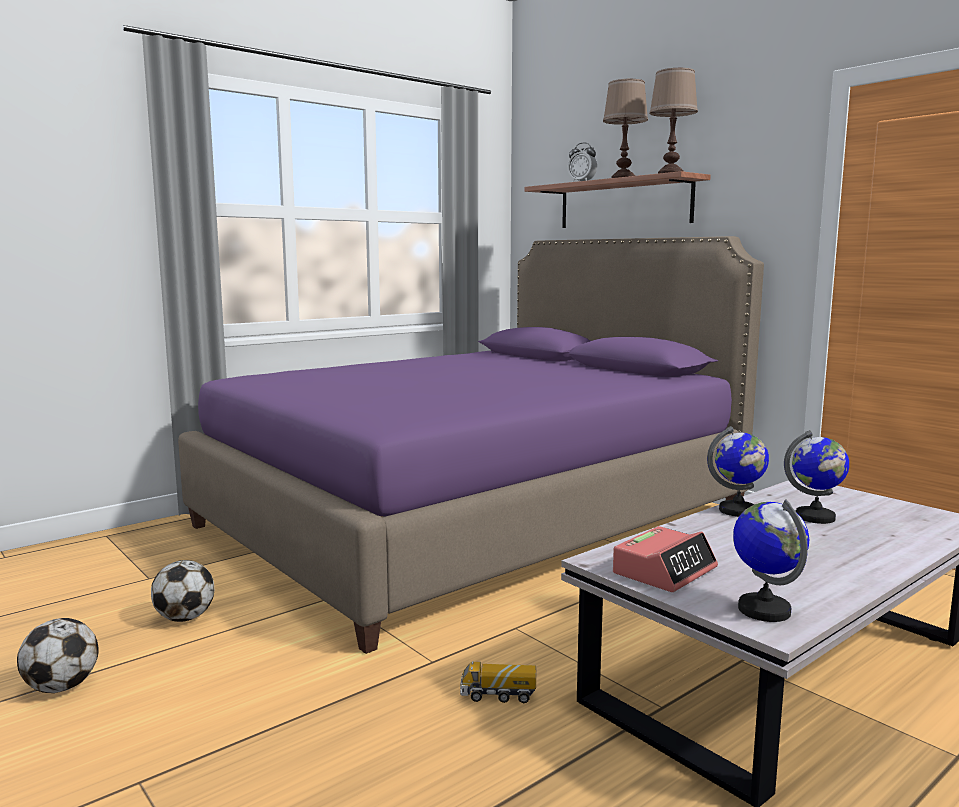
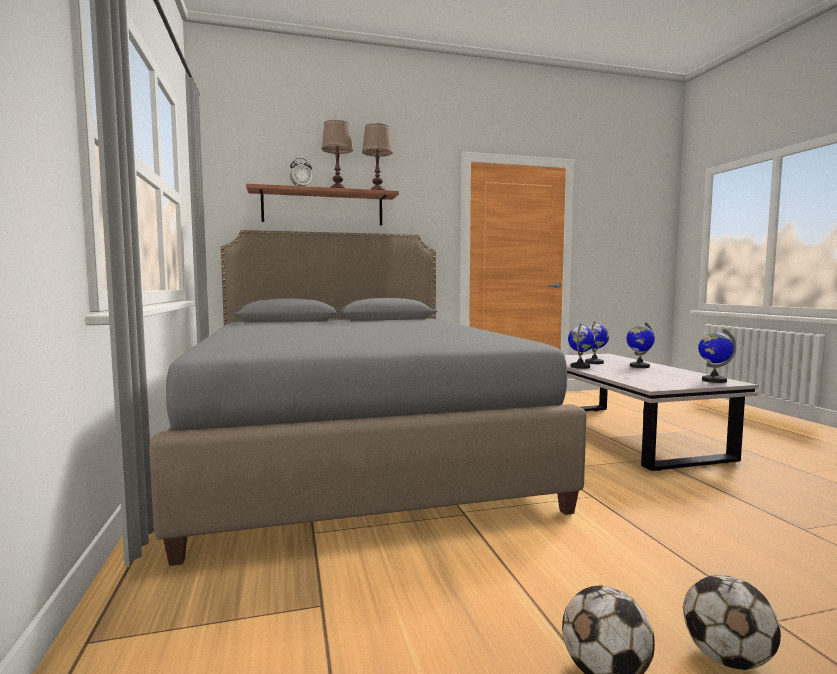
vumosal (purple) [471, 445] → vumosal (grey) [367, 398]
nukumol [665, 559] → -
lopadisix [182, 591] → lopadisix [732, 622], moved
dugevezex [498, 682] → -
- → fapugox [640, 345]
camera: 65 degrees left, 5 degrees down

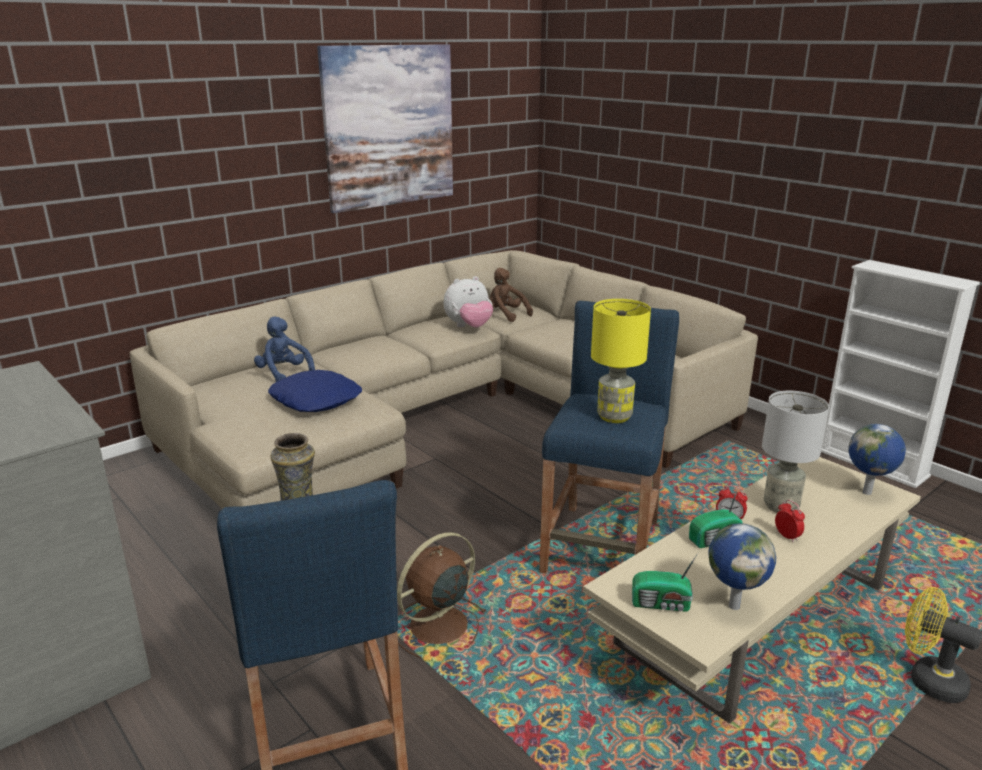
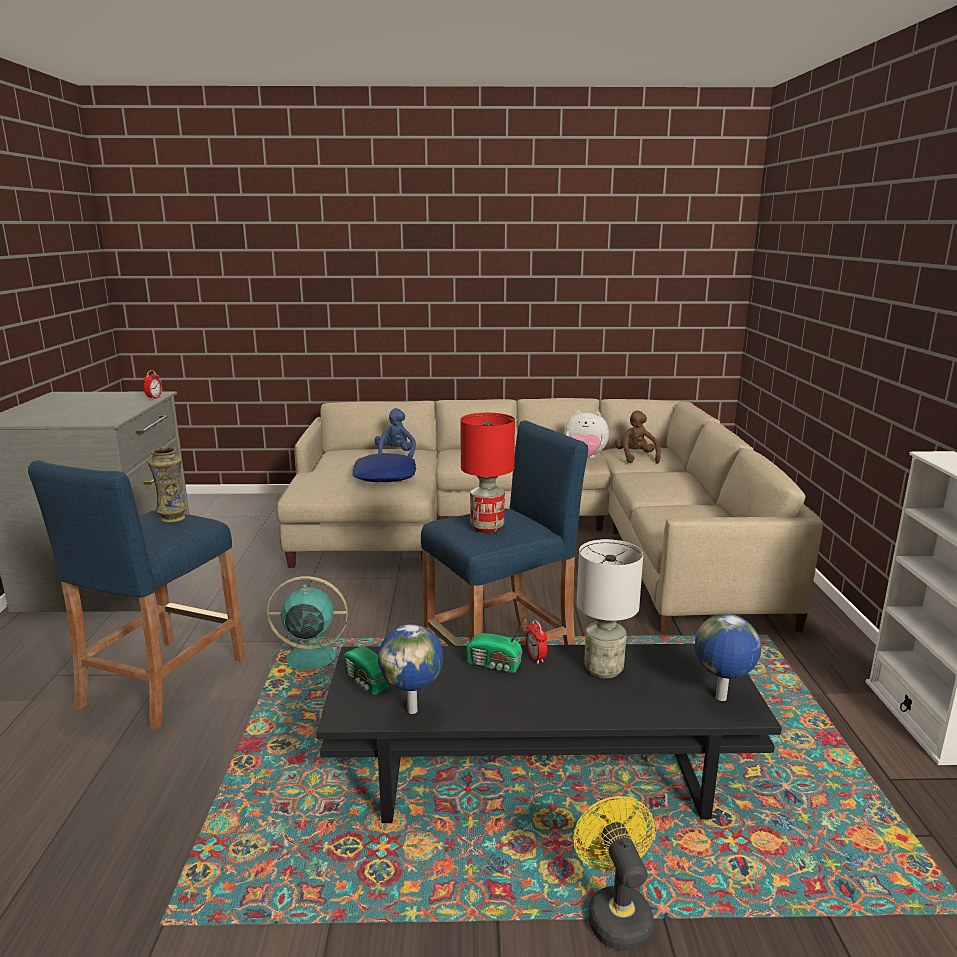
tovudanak [385, 128] → -
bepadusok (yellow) [621, 361] → bepadusok (red) [487, 473]
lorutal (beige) [752, 590] → lorutal (black) [549, 733]
nukumol [790, 521] → nukumol [152, 385], moved
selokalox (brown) [442, 595] → selokalox (turquoise) [307, 627]
camera: 40 degrees right, 5 degrees down

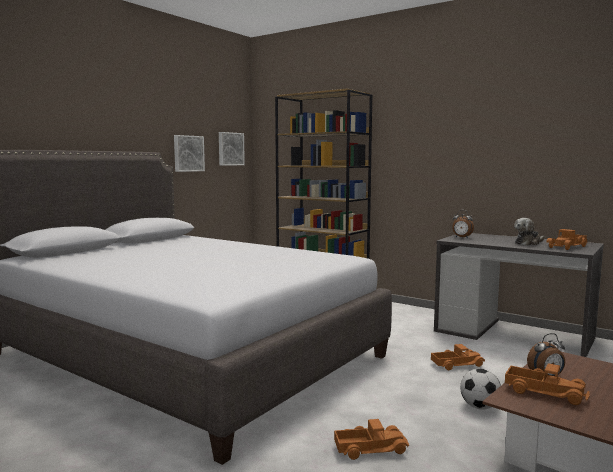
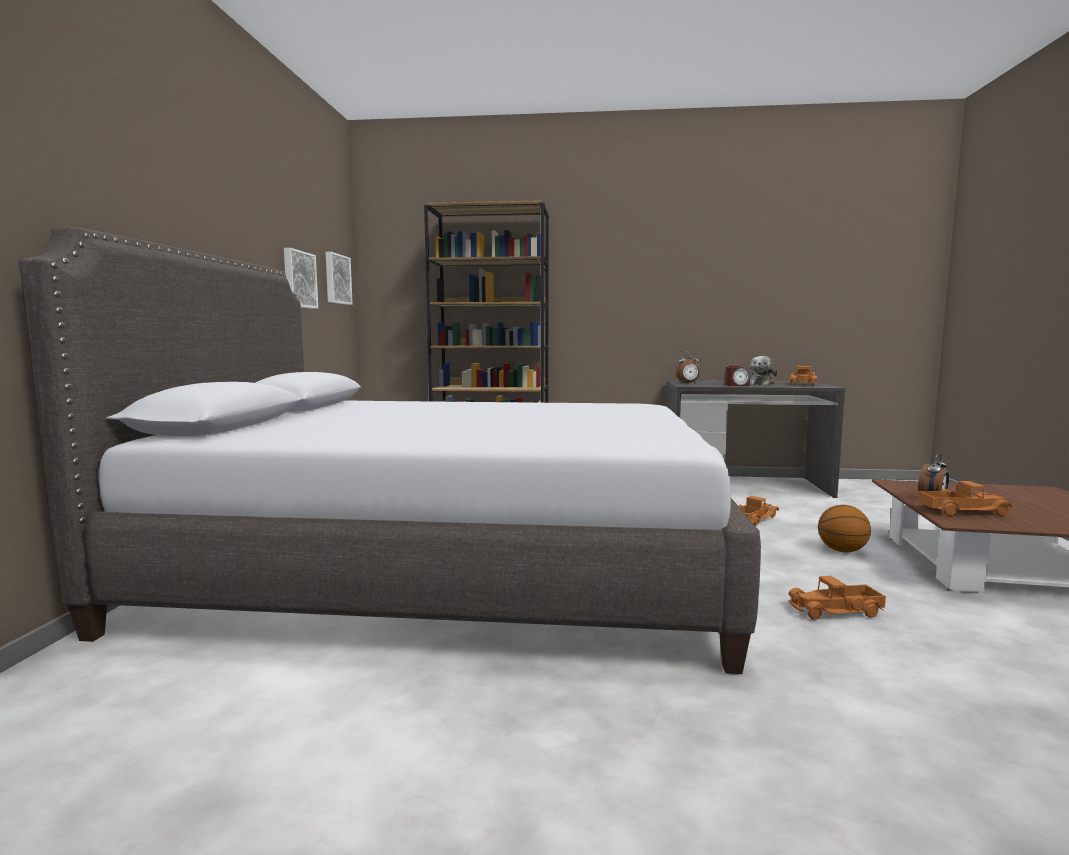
lopadisix [480, 389] → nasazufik [844, 528]
dugevezex [371, 439] → dugevezex [837, 598], 150 degrees counterclockwise
- → nukumol [737, 376]
camera: 30 degrees left, 0 degrees up

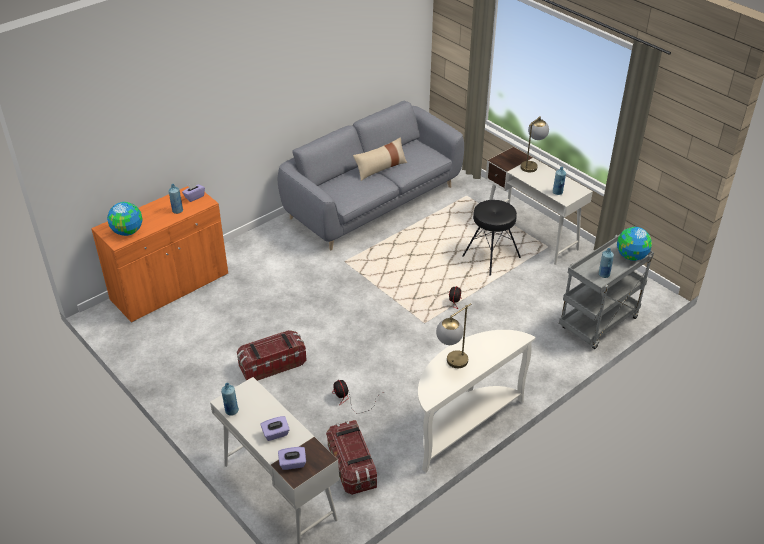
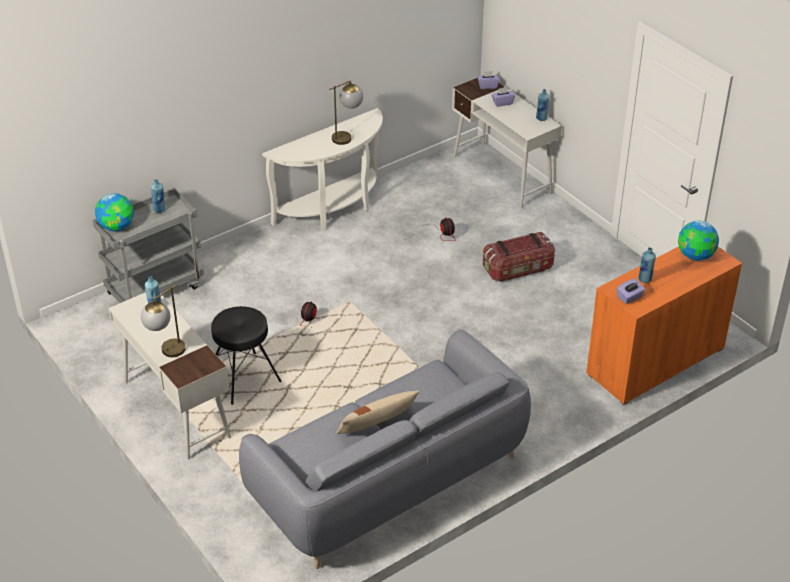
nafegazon [351, 457] → -
camera: 175 degrees left, 0 degrees up

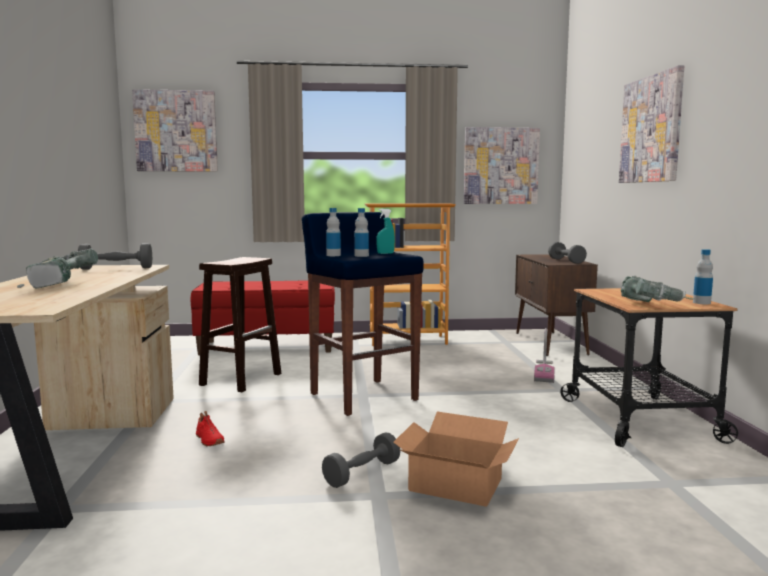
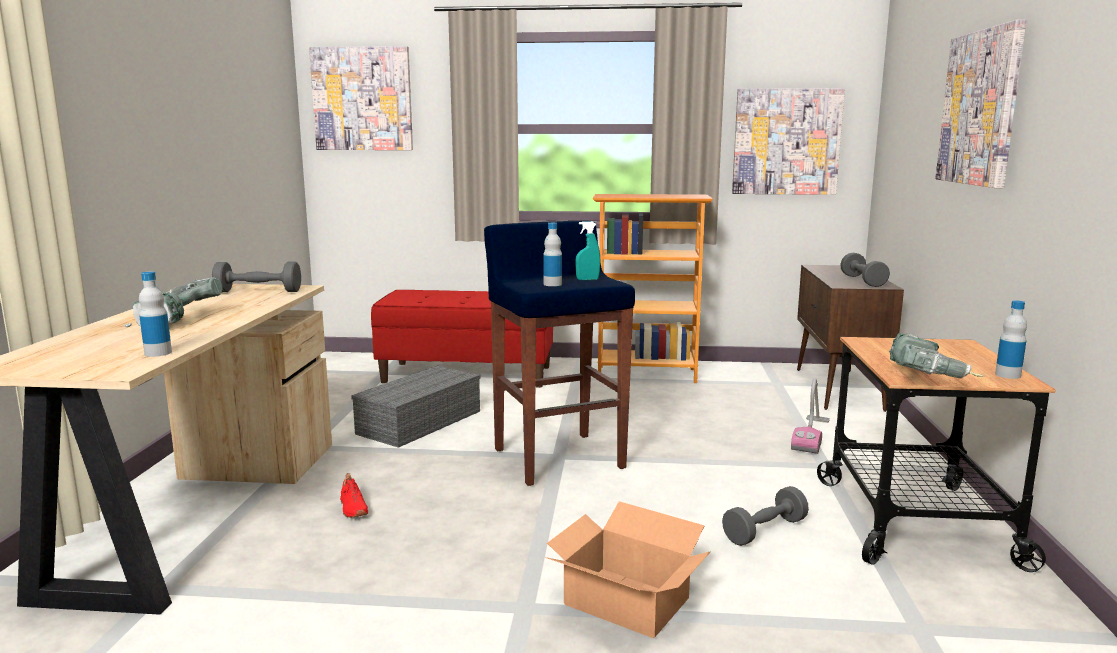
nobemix [333, 232] → nobemix [155, 314], moved
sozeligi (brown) [240, 324] → nafegazon (grey) [416, 407]
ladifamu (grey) [361, 460] → ladifamu (grey) [765, 516], moved
camera: 10 degrees right, 5 degrees up

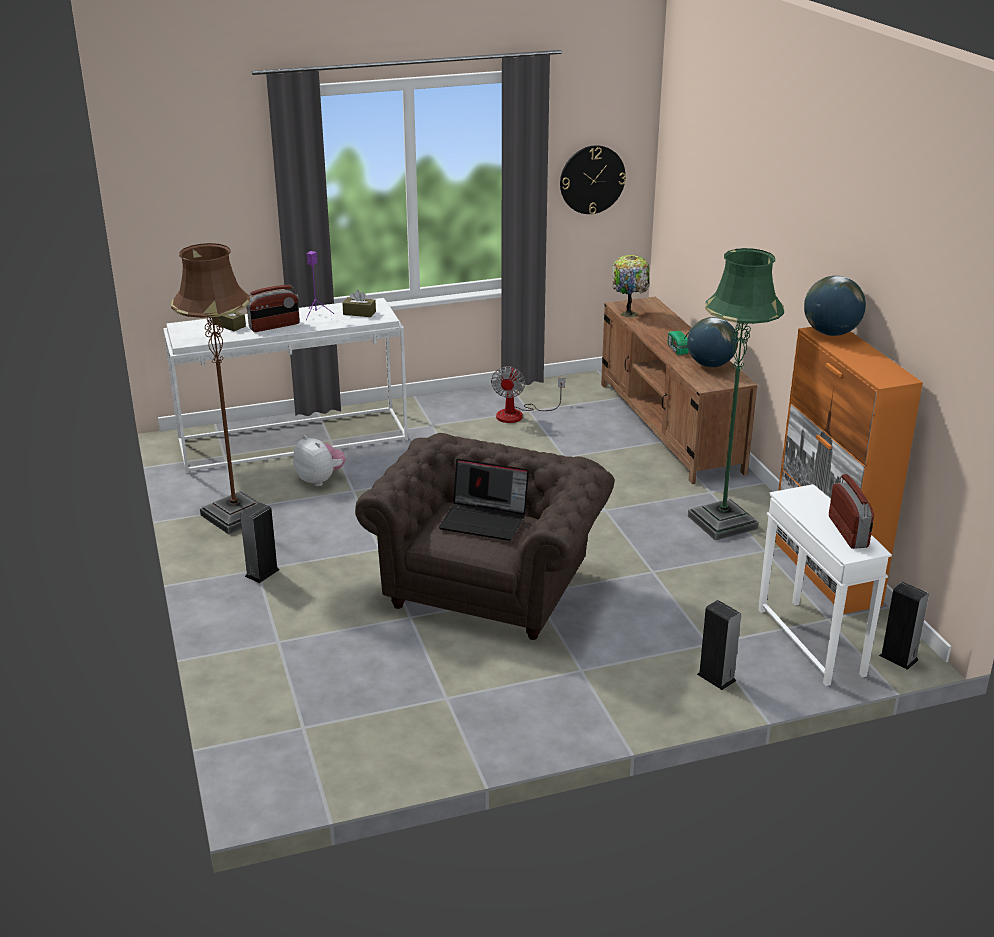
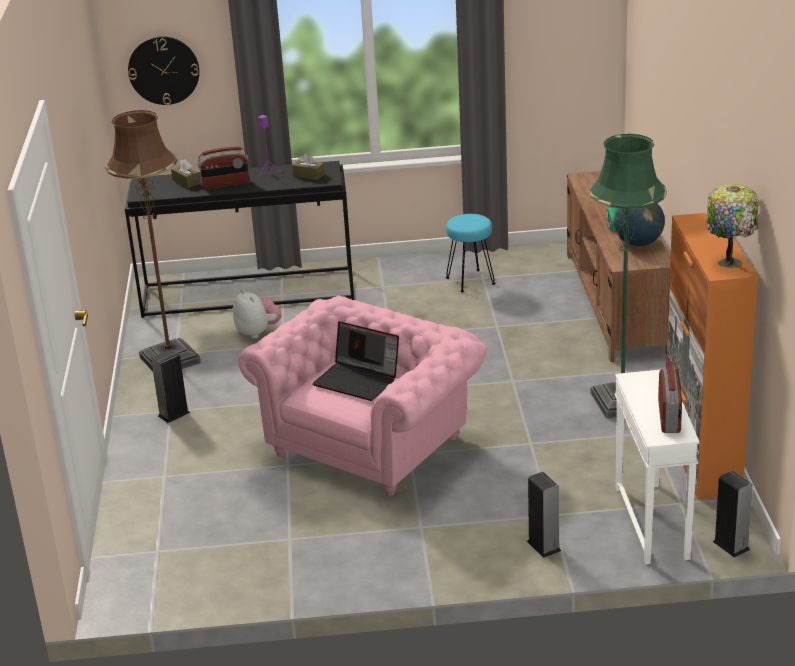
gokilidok [593, 179] → gokilidok [163, 70], moved
bepadusok [630, 286] → bepadusok [732, 226], moved
fapugox [835, 306] → -
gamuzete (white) [285, 385] → gamuzete (black) [239, 239]
selokalox [528, 394] → sozeligi (turquoise) [470, 253]
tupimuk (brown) [485, 536] → tupimuk (pink) [363, 396]
camera: 15 degrees right, 0 degrees up

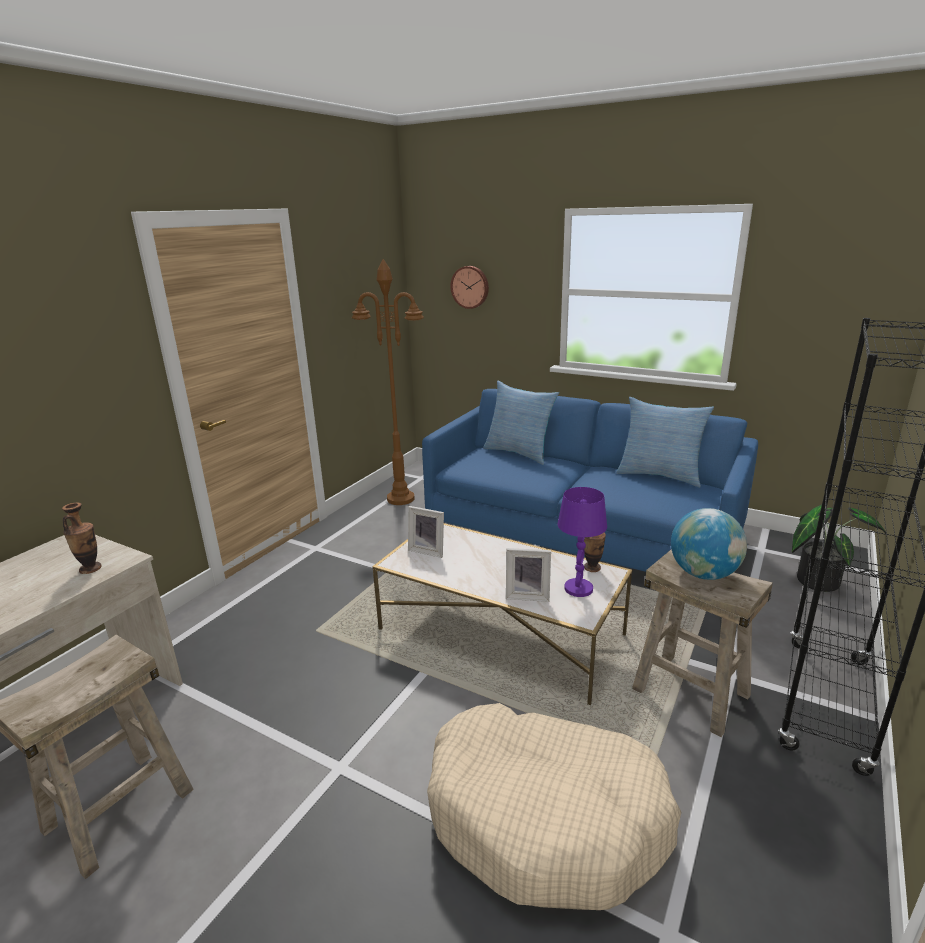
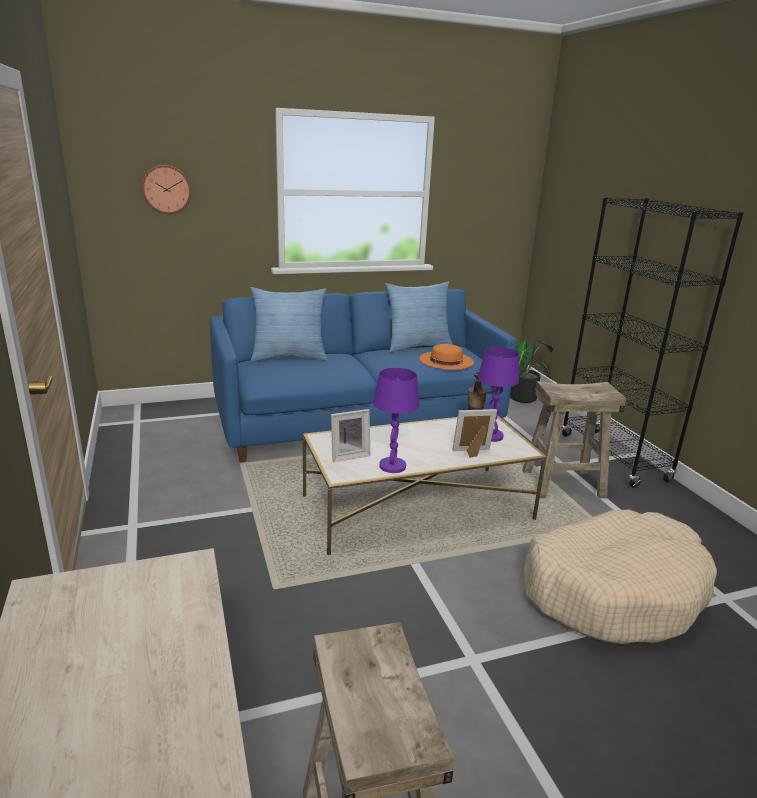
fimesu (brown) [388, 382] → -
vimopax [82, 538] → -
fapugox [709, 544] → -
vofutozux [528, 575] → vofutozux [474, 433], 150 degrees counterclockwise
- → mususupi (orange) [446, 357]
- → bepadusok (purple) [396, 420]
camera: 50 degrees left, 0 degrees up

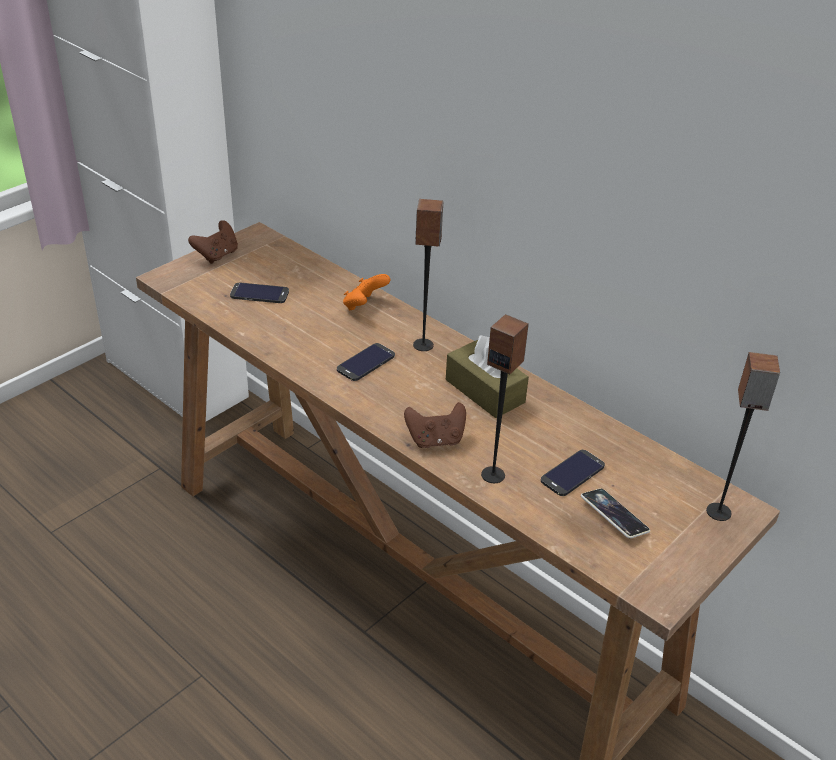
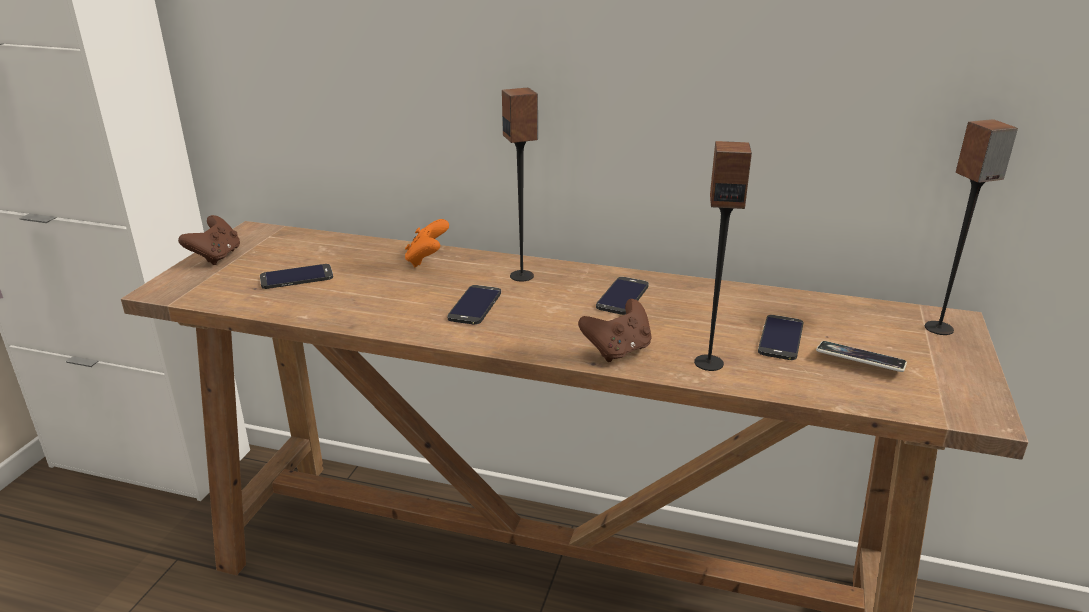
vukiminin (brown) [487, 376] → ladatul [622, 296]
camera: 25 degrees left, 10 degrees down

